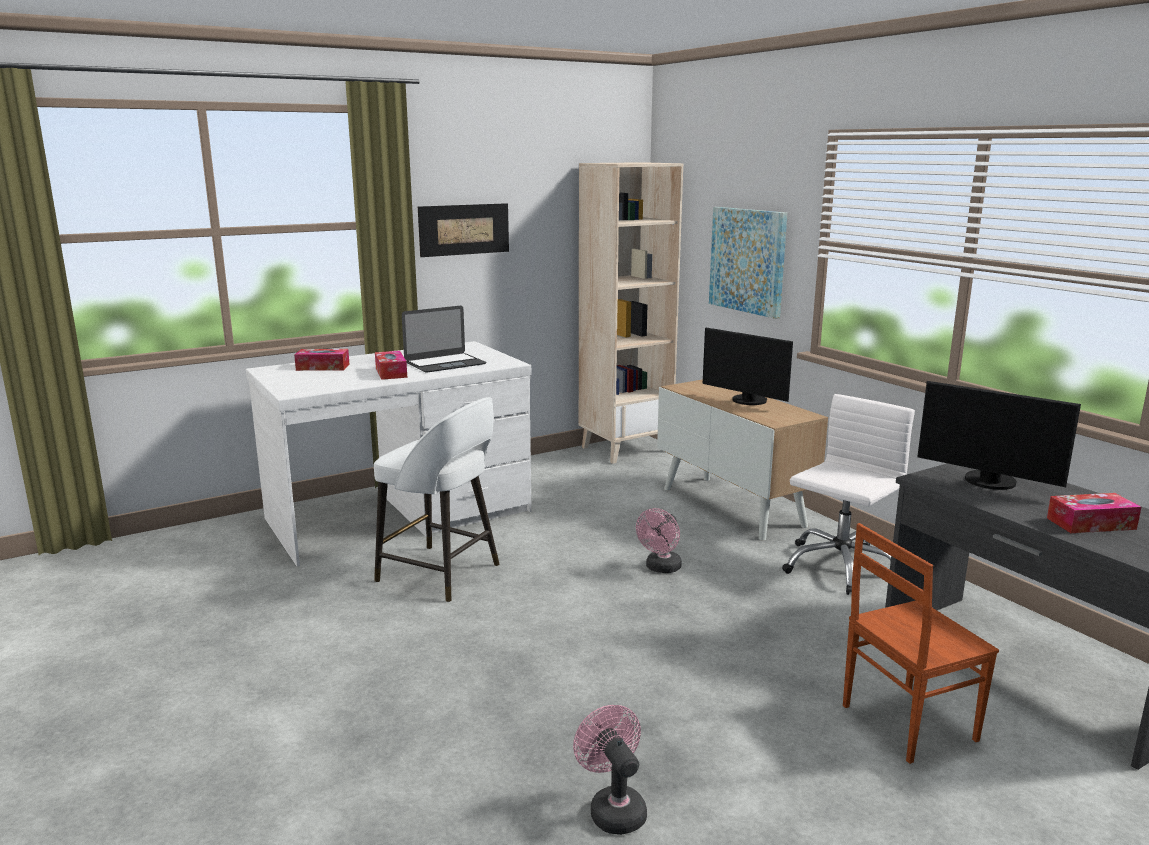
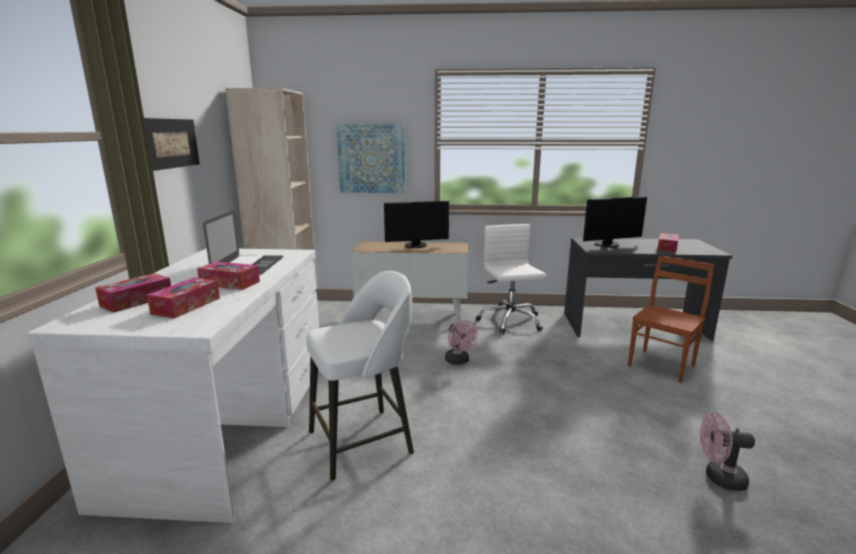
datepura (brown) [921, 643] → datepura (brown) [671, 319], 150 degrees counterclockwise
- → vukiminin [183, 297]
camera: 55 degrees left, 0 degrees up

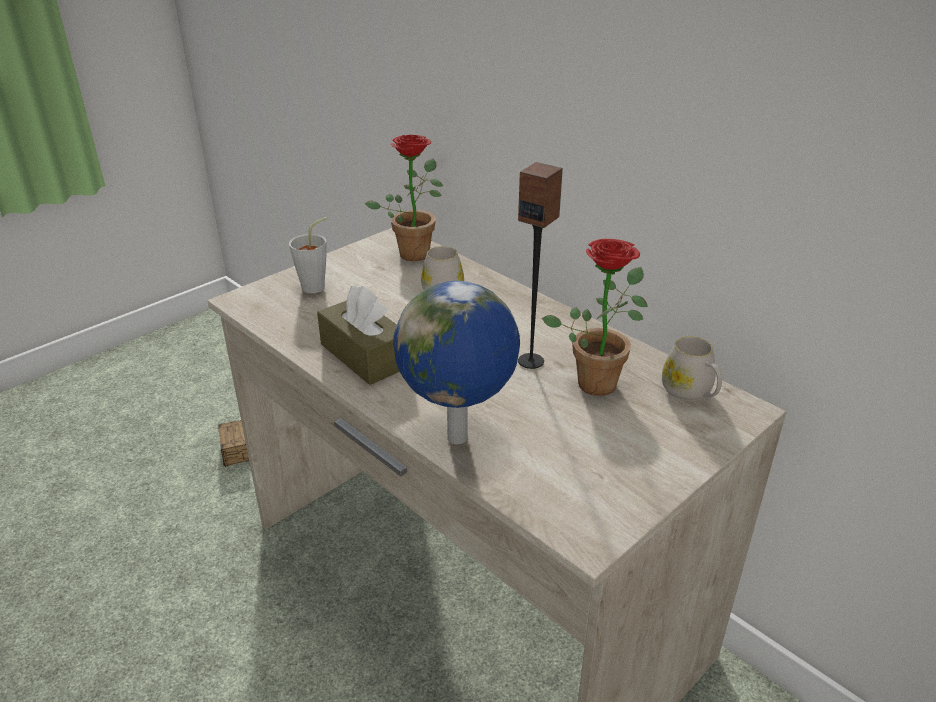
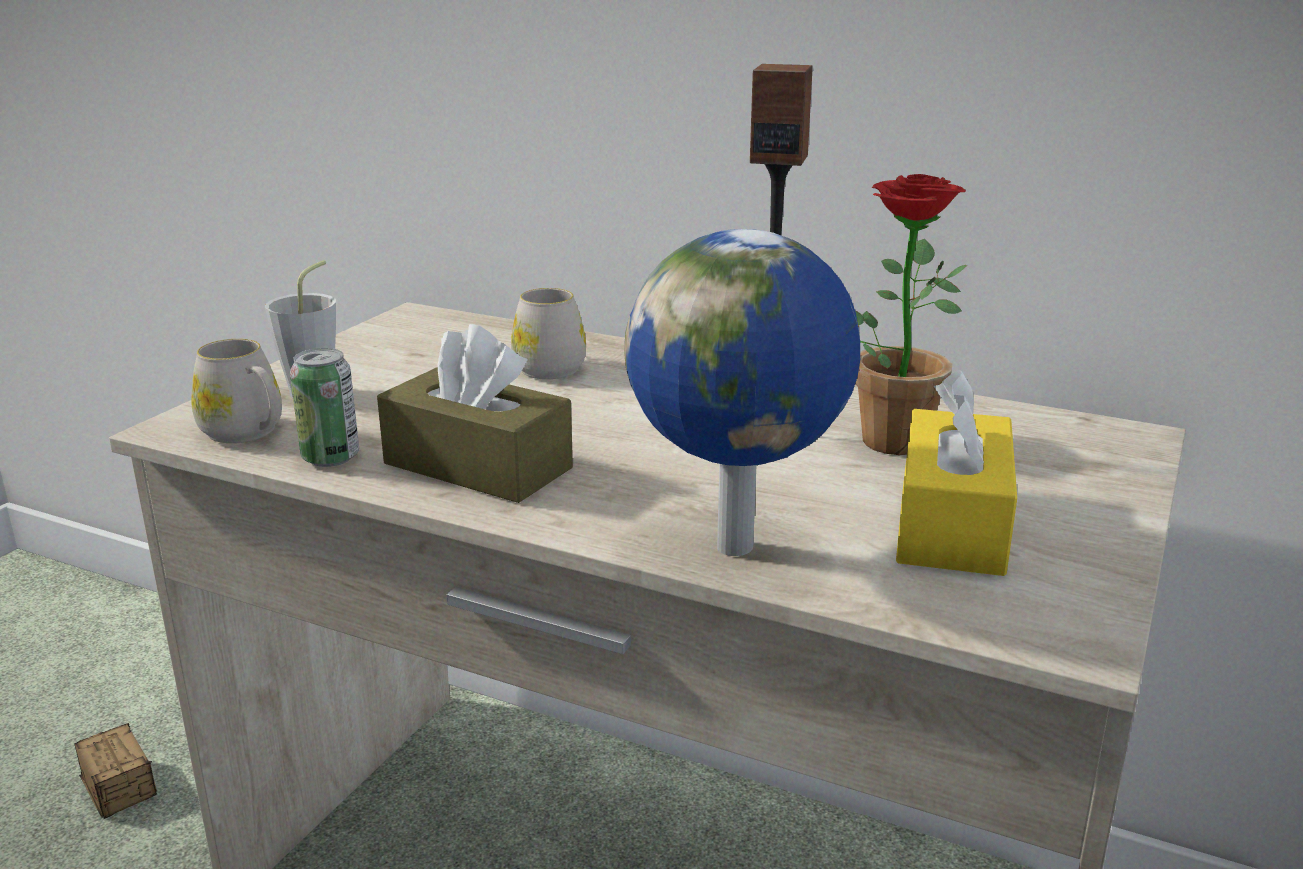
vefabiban [404, 198] → -
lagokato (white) [692, 368] → lagokato (white) [236, 391], moved
- → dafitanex [324, 407]
- → vukiminin (yellow) [956, 473]
camera: 20 degrees left, 10 degrees down

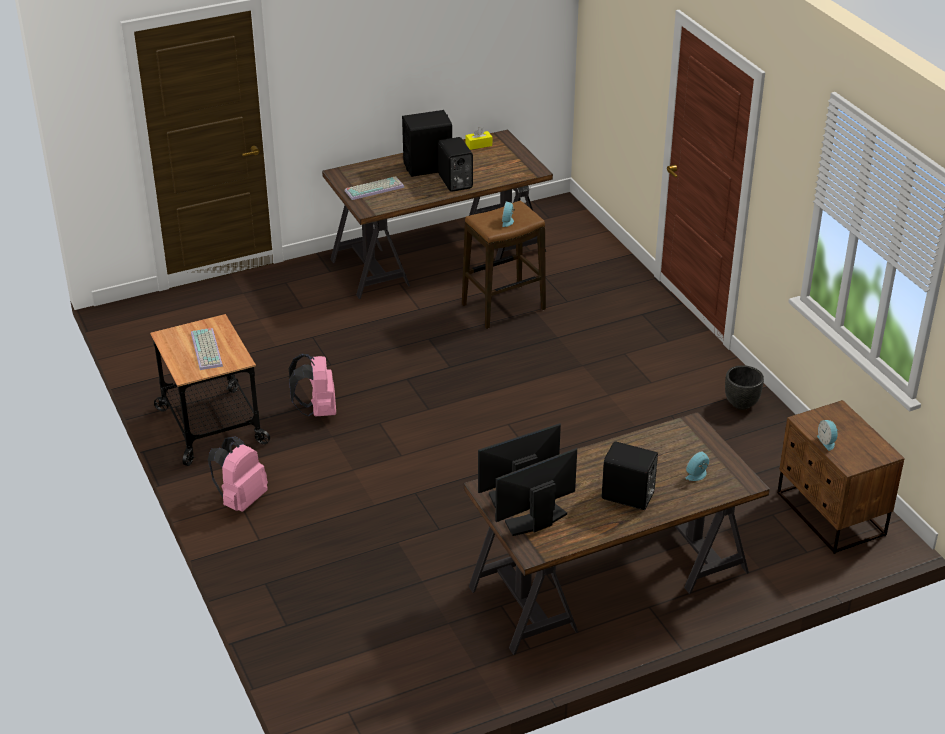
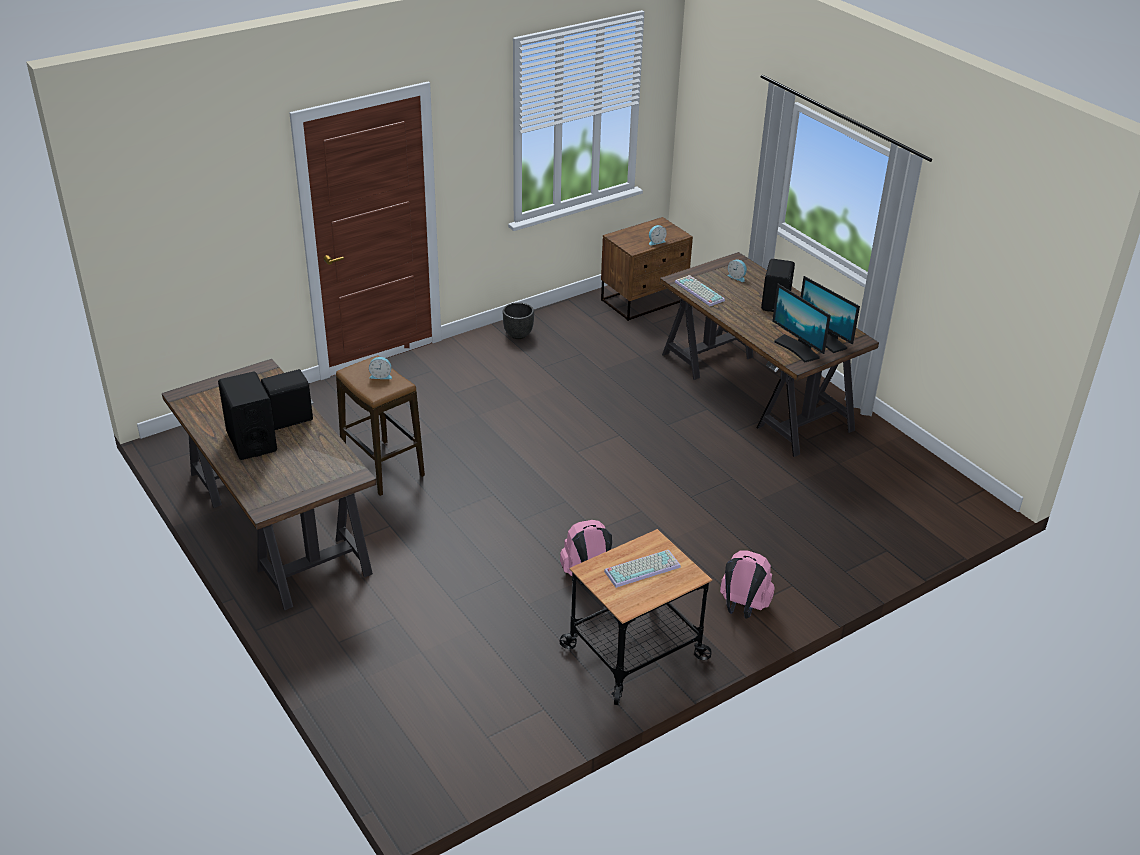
vukiminin (yellow) [478, 138] → -
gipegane [374, 188] → gipegane [699, 290], moved
camera: 100 degrees left, 0 degrees up

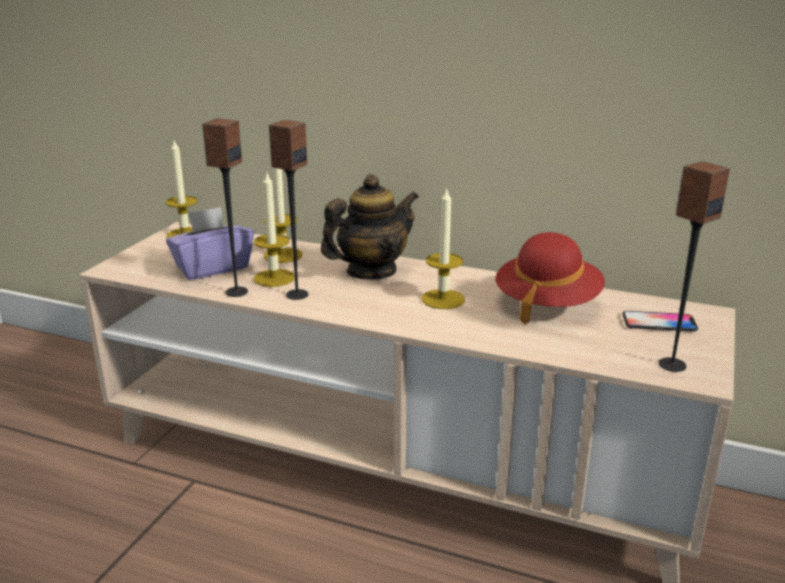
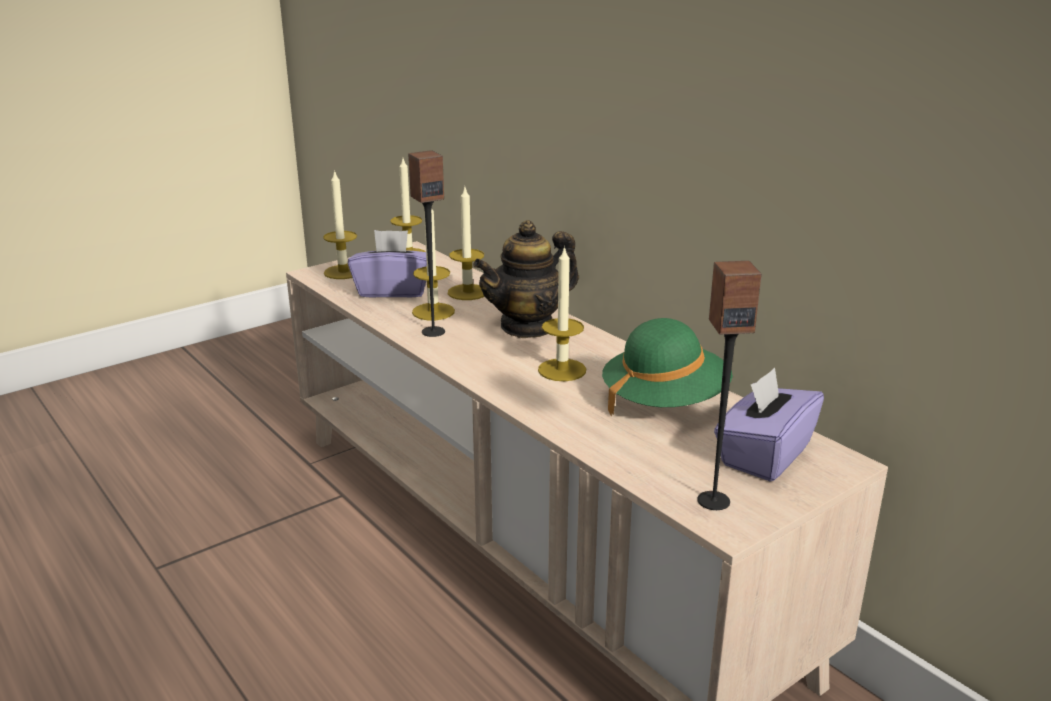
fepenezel [225, 207] → -
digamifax [370, 226] → digamifax [526, 279], 150 degrees clockwise
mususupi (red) [550, 278] → mususupi (green) [667, 367]
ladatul [660, 321] → vukiminin (purple) [769, 424]
- → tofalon [340, 224]
camera: 30 degrees right, 0 degrees up

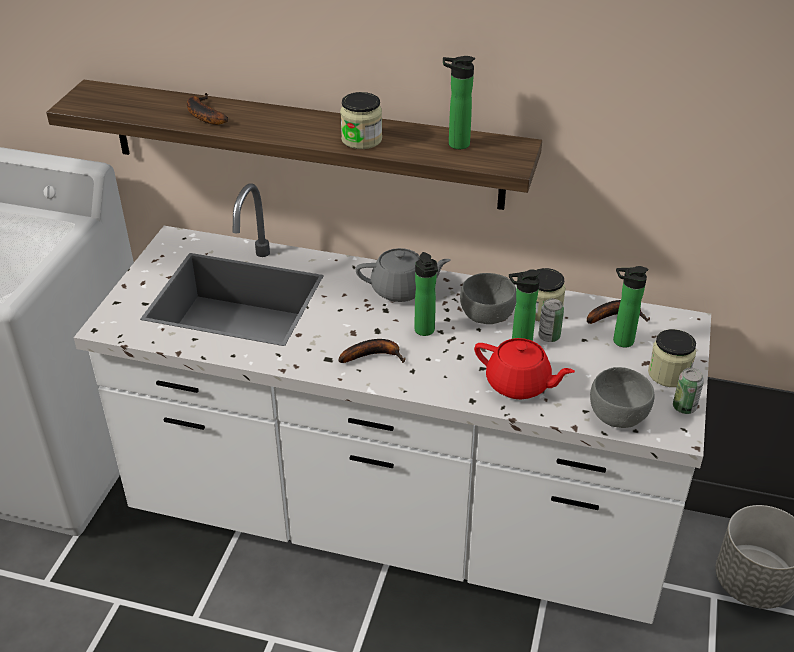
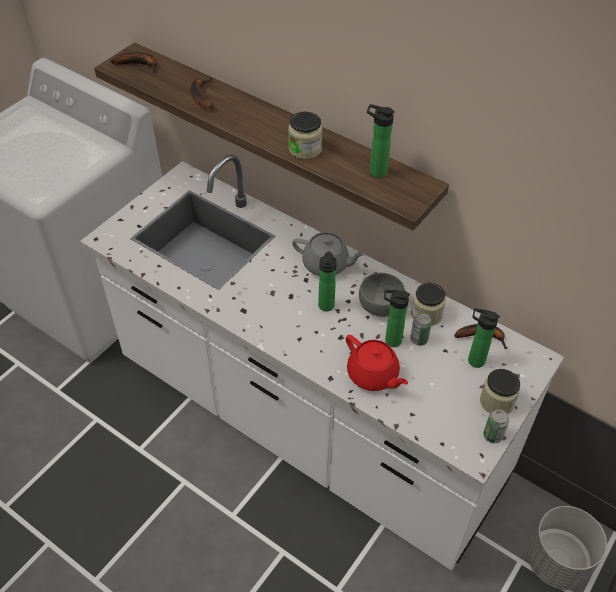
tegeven [372, 351] → tegeven [134, 62], moved
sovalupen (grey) [622, 397] → -
camera: 20 degrees right, 10 degrees up

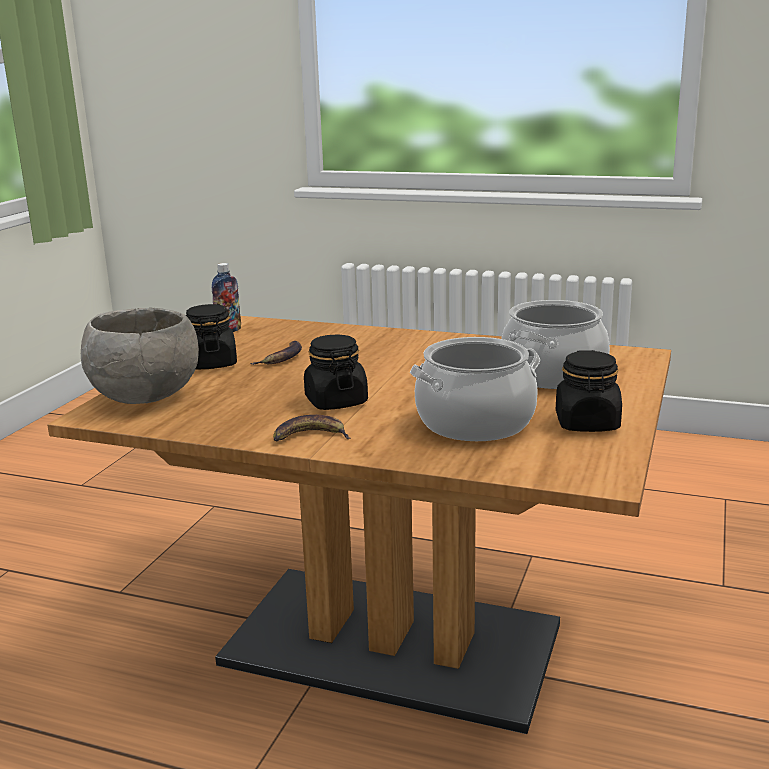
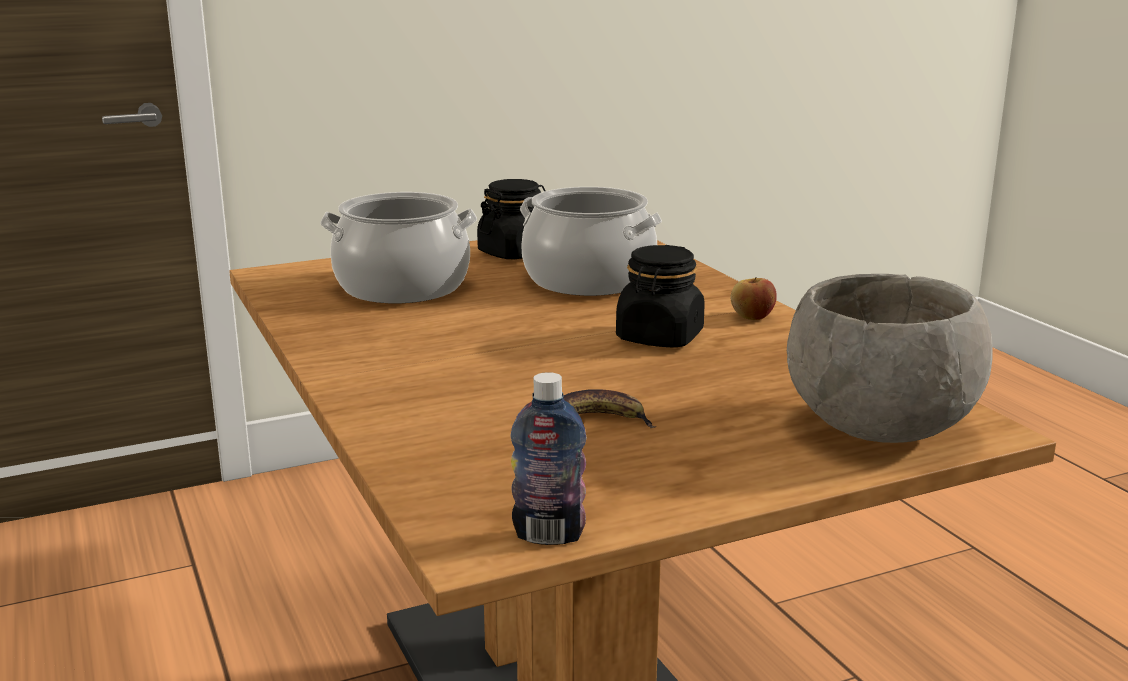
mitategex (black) [211, 337] → -
tegeven [312, 428] → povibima [753, 298]
camera: 135 degrees left, 0 degrees up

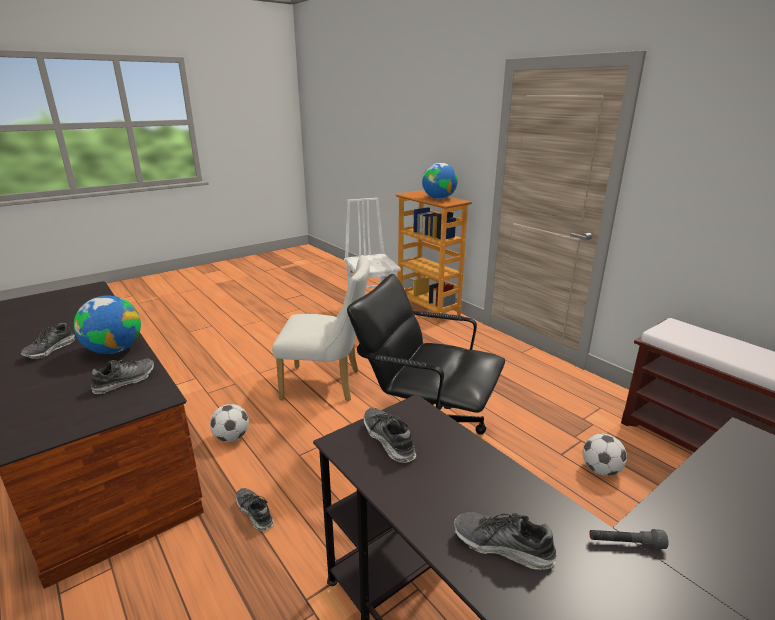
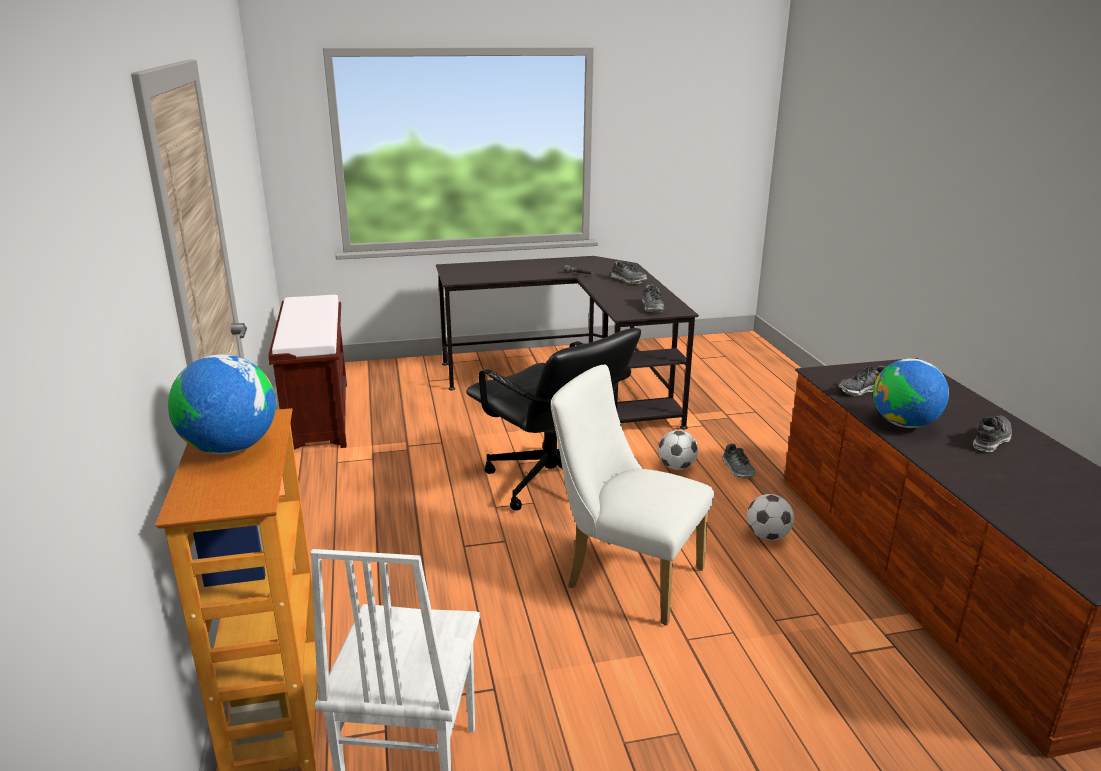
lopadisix [605, 455] → lopadisix [678, 450], moved
camera: 155 degrees left, 0 degrees up

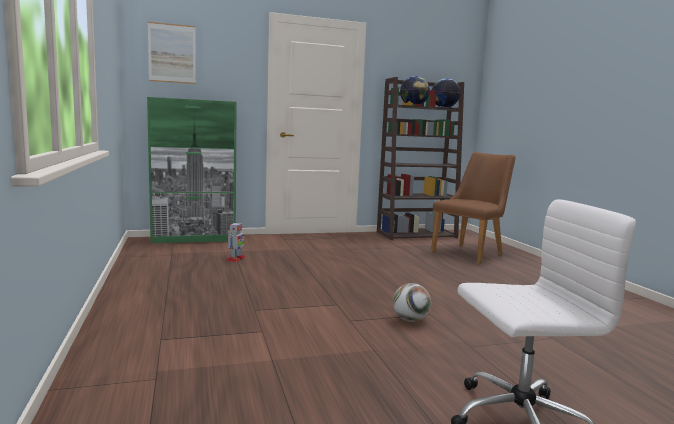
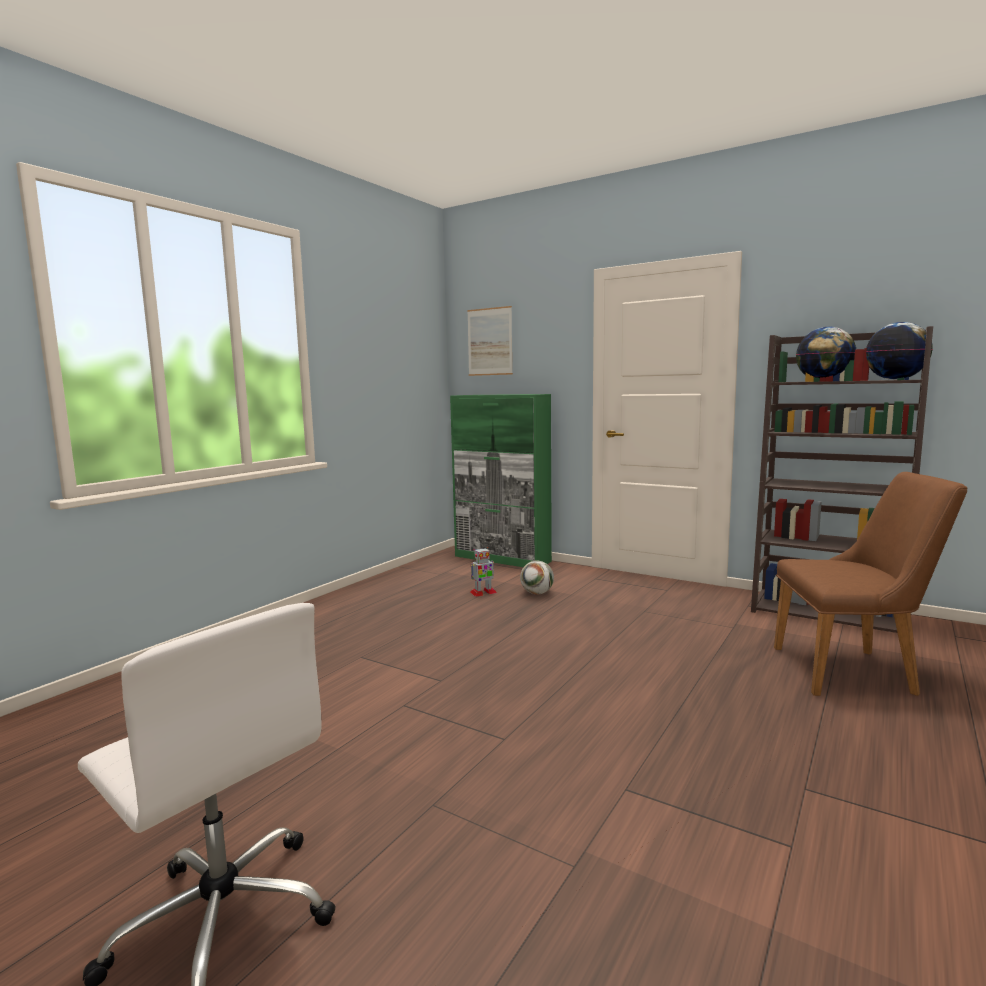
lopadisix [412, 302] → lopadisix [537, 578], moved
camera: 50 degrees right, 0 degrees up

